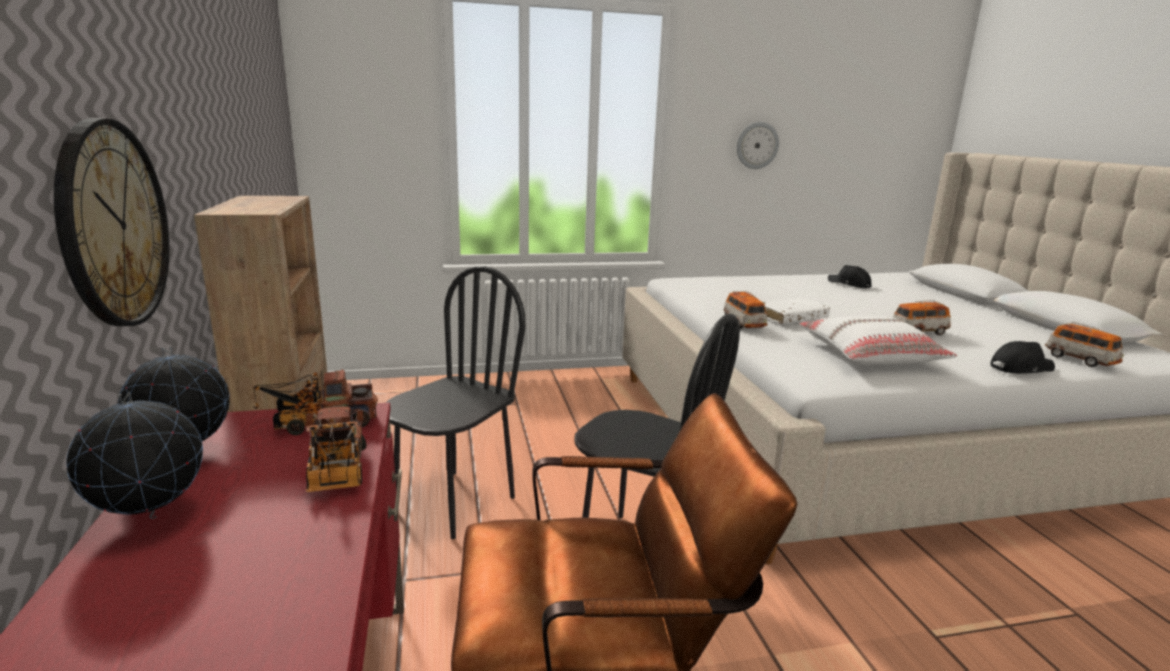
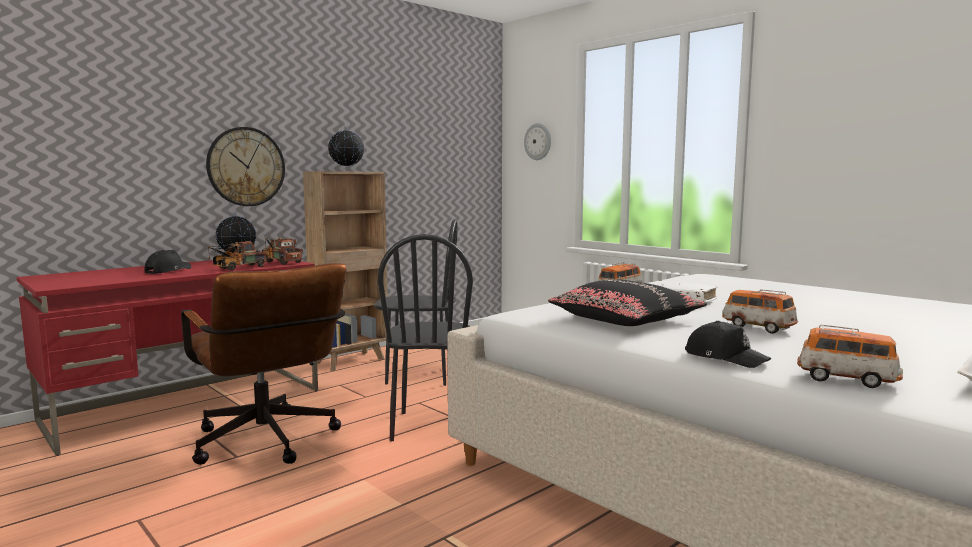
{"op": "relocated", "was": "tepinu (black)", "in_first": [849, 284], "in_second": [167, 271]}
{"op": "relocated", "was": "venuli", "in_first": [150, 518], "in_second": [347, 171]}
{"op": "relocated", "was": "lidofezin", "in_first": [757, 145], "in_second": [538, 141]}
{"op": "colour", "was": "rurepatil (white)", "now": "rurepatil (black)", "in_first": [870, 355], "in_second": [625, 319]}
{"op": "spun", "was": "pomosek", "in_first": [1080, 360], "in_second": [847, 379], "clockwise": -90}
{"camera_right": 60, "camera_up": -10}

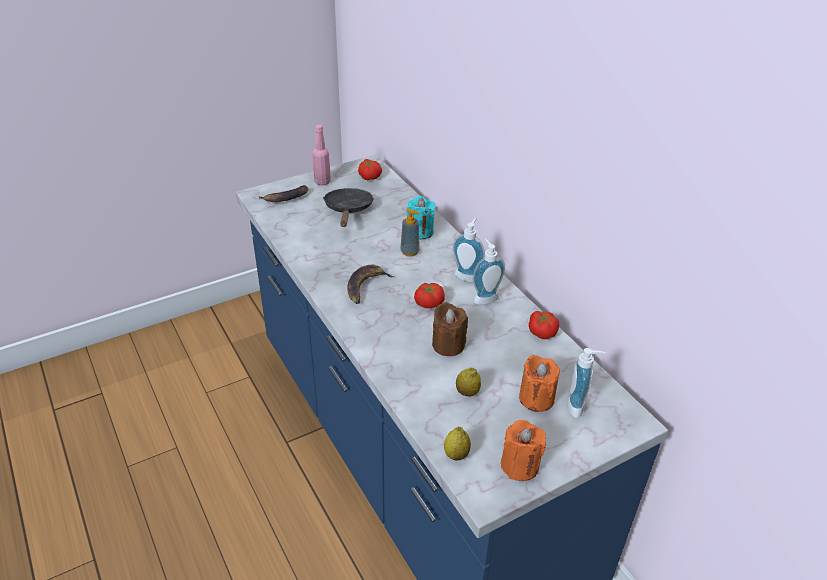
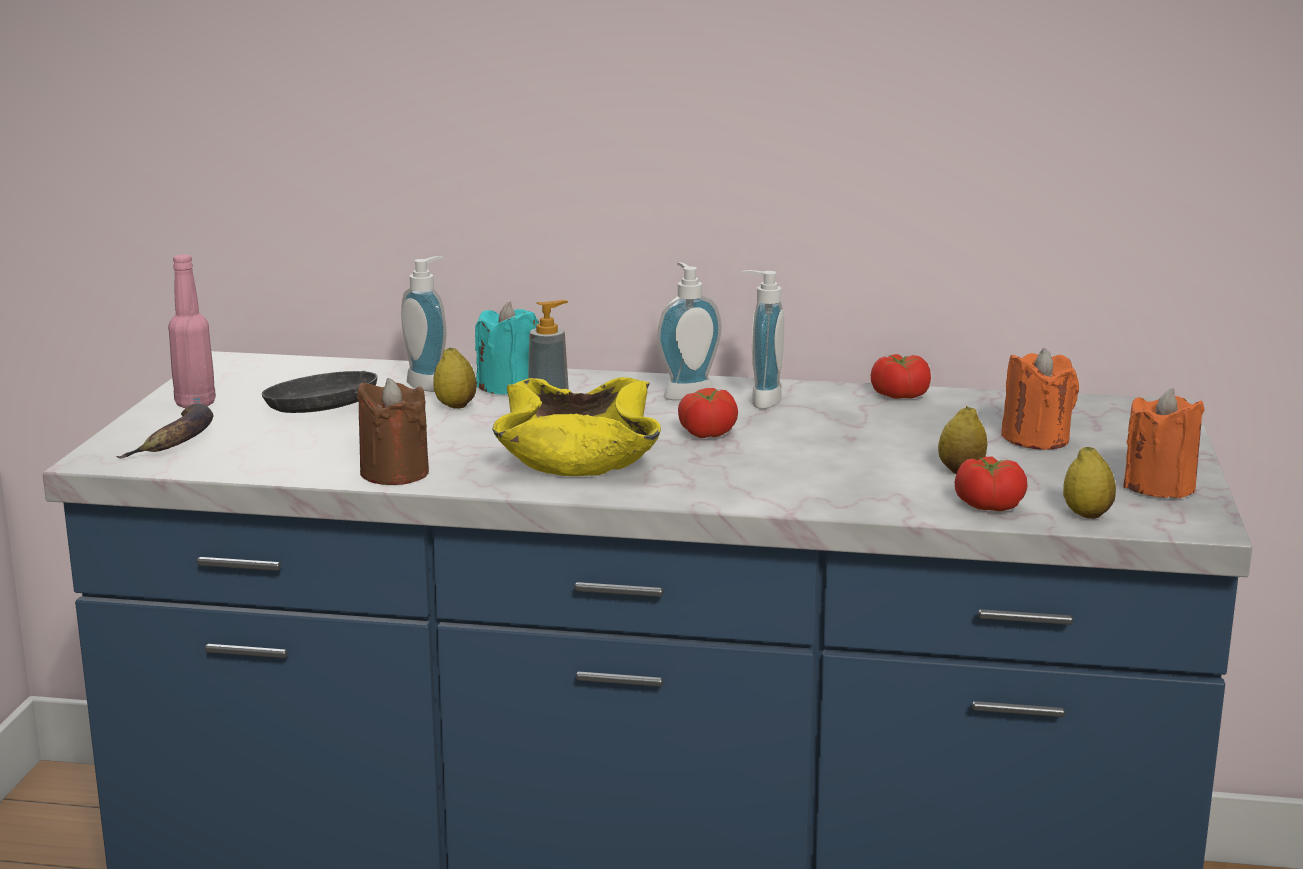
{"op": "relocated", "was": "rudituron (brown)", "in_first": [448, 345], "in_second": [394, 473]}
{"op": "relocated", "was": "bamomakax", "in_first": [579, 406], "in_second": [431, 384]}
{"op": "appeared", "now": "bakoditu", "in_second": [455, 406]}
{"op": "exchanged", "was": "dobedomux", "now": "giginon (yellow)", "in_first": [366, 286], "in_second": [580, 458]}
{"op": "relocated", "was": "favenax", "in_first": [370, 176], "in_second": [989, 505]}
{"camera_right": -50, "camera_up": -20}

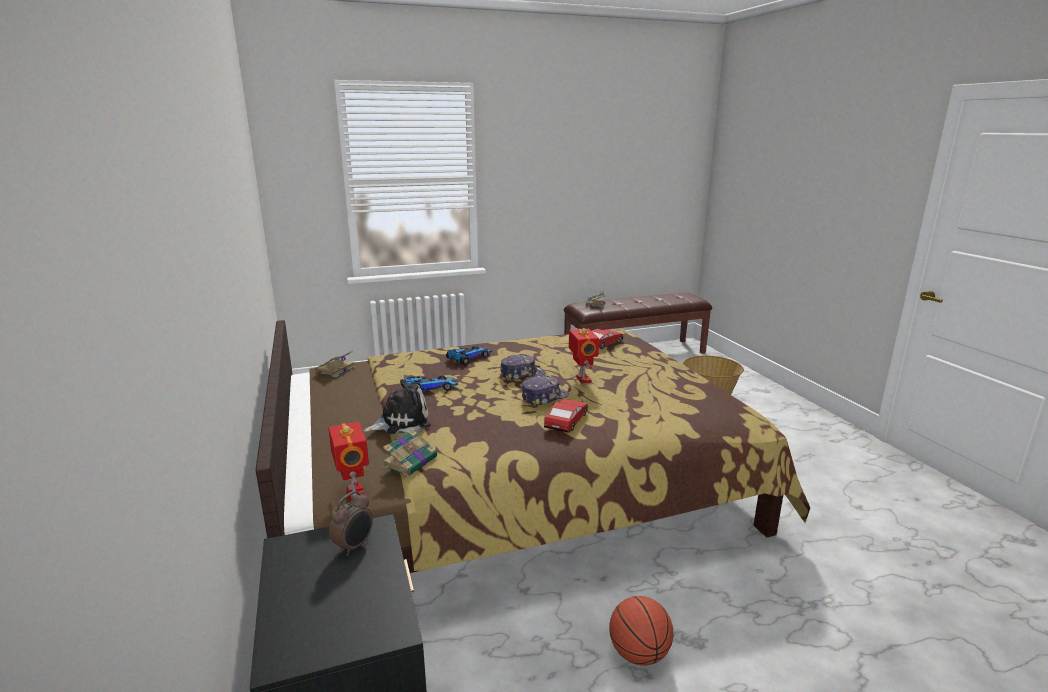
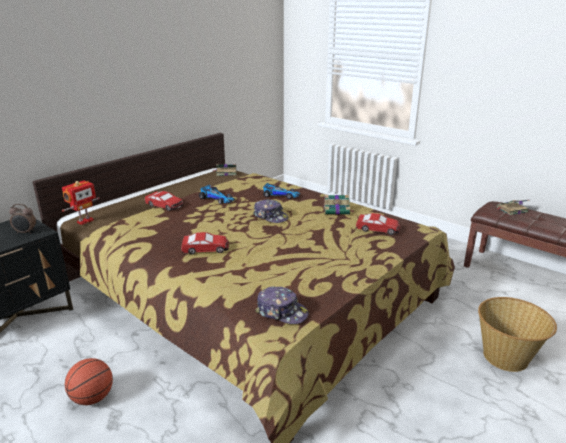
{"op": "exchanged", "was": "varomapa", "now": "pomosek", "in_first": [401, 422], "in_second": [164, 205]}
{"op": "relocated", "was": "tepinu", "in_first": [544, 397], "in_second": [282, 312]}
{"op": "relocated", "was": "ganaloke", "in_first": [411, 461], "in_second": [337, 210]}
{"op": "missing", "was": "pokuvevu", "in_first": [582, 379]}
{"camera_right": 60, "camera_up": 5}

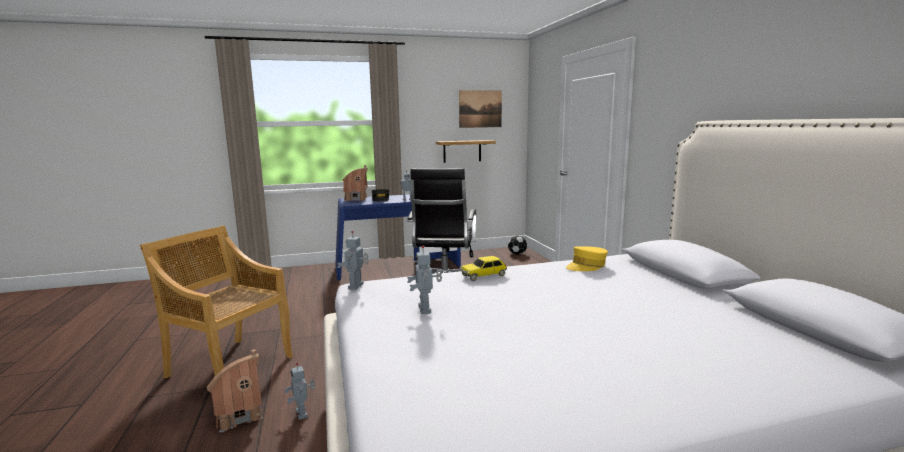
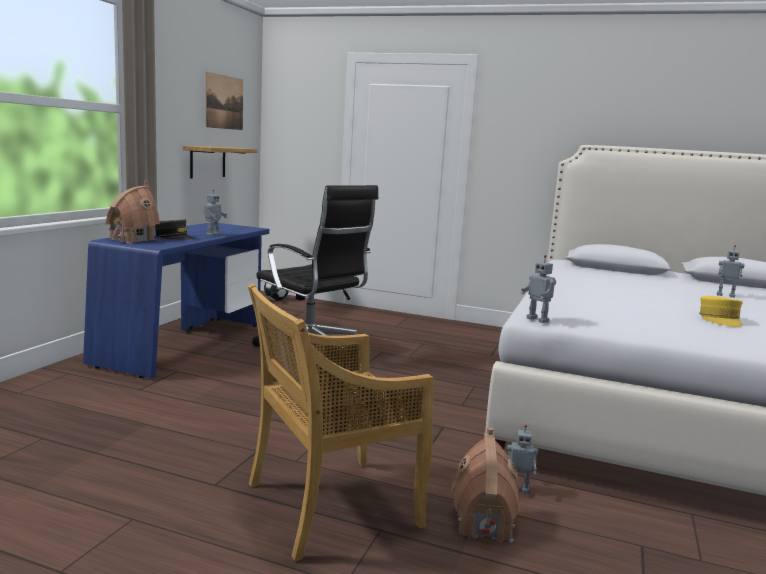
{"op": "relocated", "was": "tepinu (yellow)", "in_first": [586, 266], "in_second": [720, 319]}
{"op": "relocated", "was": "pokuvevu", "in_first": [426, 309], "in_second": [725, 295]}
{"op": "missing", "was": "pomosek", "in_first": [484, 275]}
{"camera_right": -55, "camera_up": 0}

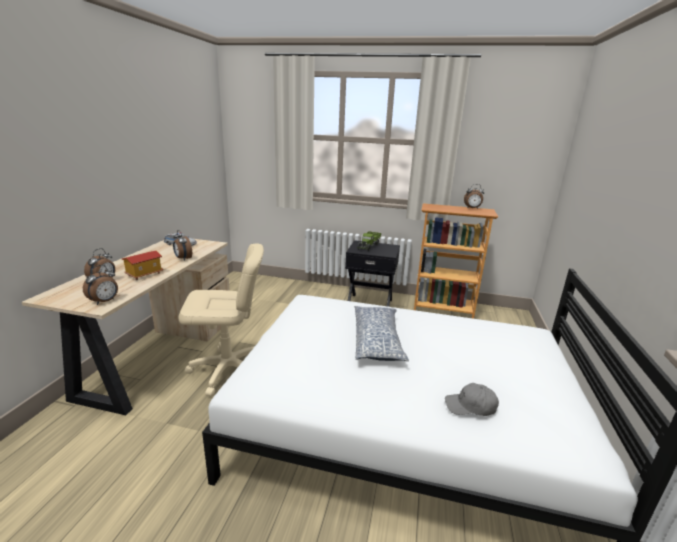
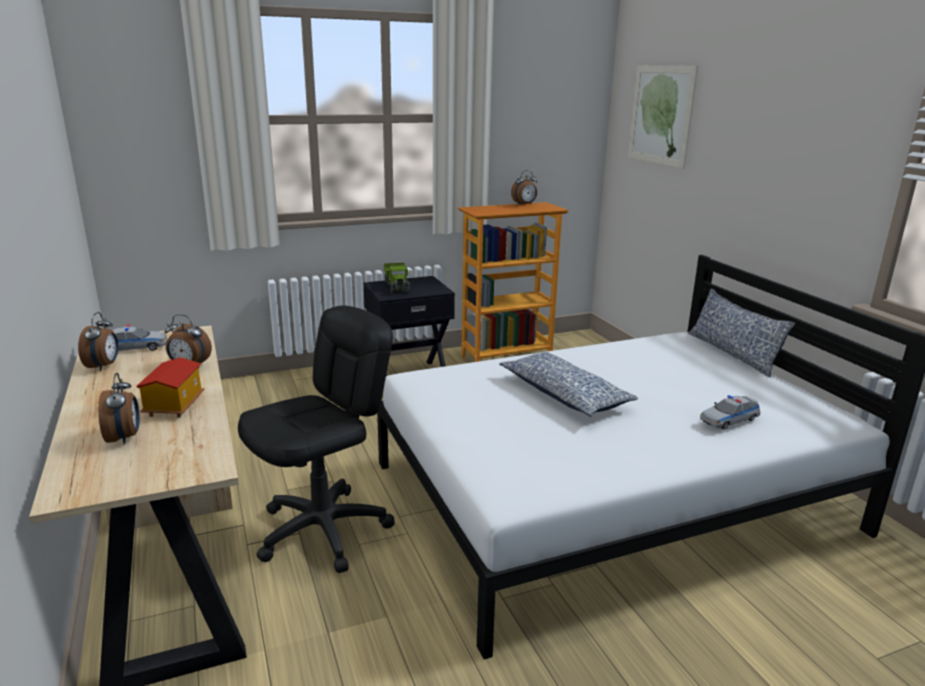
{"op": "relocated", "was": "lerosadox", "in_first": [105, 301], "in_second": [104, 366]}
{"op": "colour", "was": "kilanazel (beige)", "now": "kilanazel (black)", "in_first": [228, 370], "in_second": [323, 530]}
{"op": "appeared", "now": "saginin", "in_second": [661, 115]}
{"op": "appeared", "now": "rurepatil", "in_second": [732, 353]}
{"op": "exchanged", "was": "tepinu (grey)", "now": "pomosek", "in_first": [470, 406], "in_second": [729, 420]}
{"camera_right": -35, "camera_up": 0}

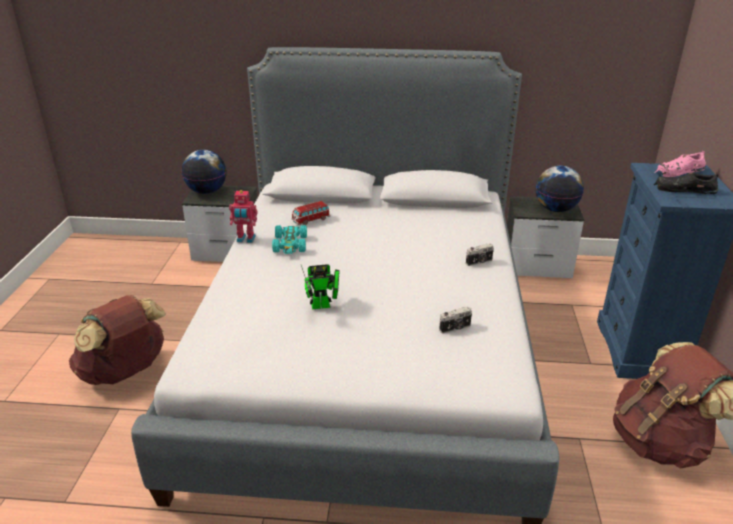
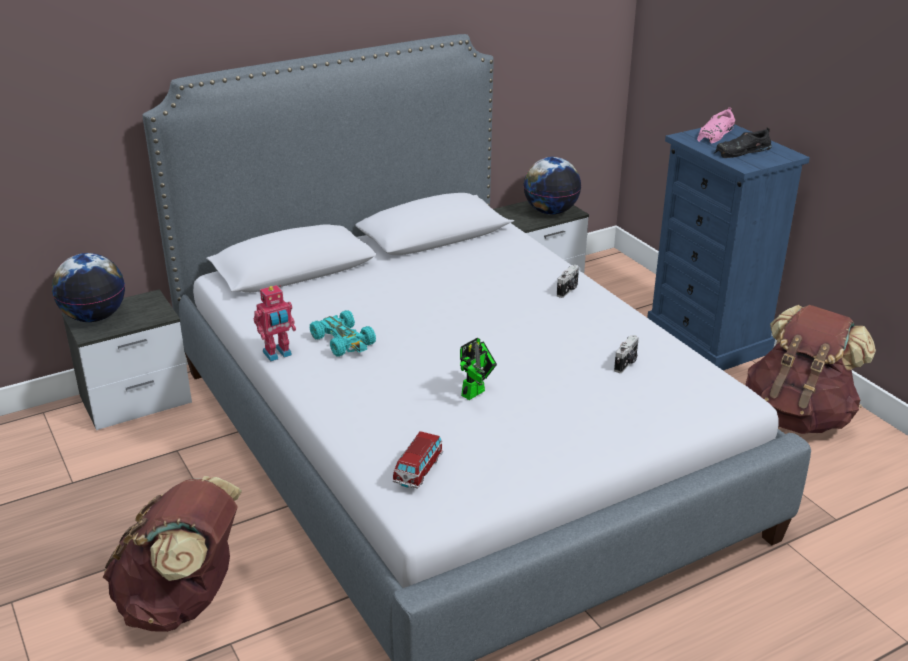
{"op": "relocated", "was": "pomosek", "in_first": [311, 220], "in_second": [418, 470]}
{"camera_right": -35, "camera_up": 0}

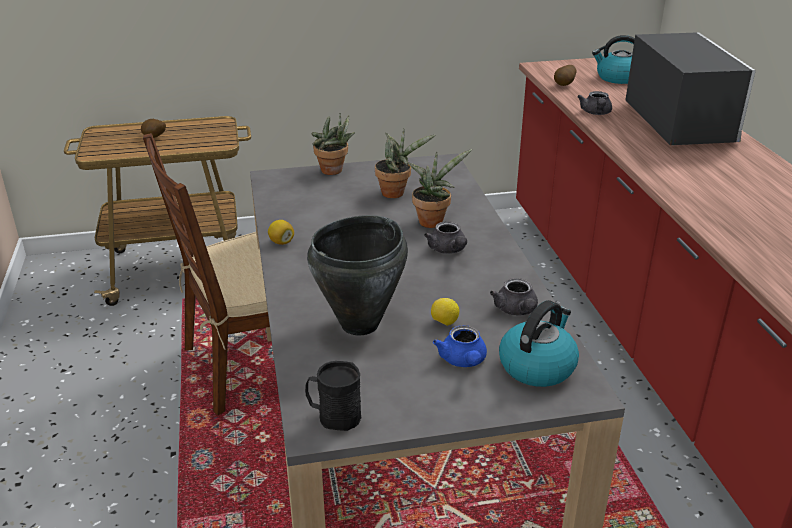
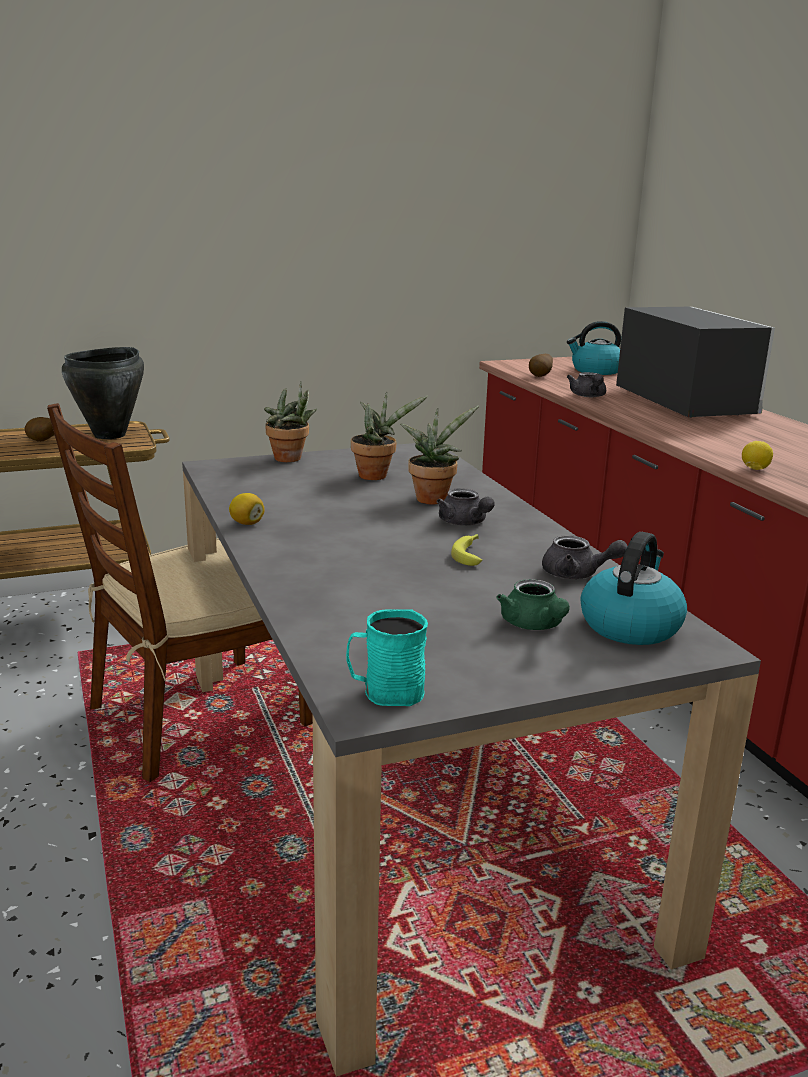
{"op": "relocated", "was": "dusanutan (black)", "in_first": [361, 324], "in_second": [110, 435]}
{"op": "colour", "was": "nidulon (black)", "now": "nidulon (turquoise)", "in_first": [334, 416], "in_second": [385, 691]}
{"op": "appeared", "now": "dobedomux", "in_second": [470, 554]}
{"op": "colour", "was": "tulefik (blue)", "now": "tulefik (green)", "in_first": [463, 361], "in_second": [534, 625]}
{"op": "spun", "was": "tulefik (grey)", "in_first": [517, 311], "in_second": [577, 574], "clockwise": -45}
{"op": "relocated", "was": "bakoditu", "in_first": [444, 323], "in_second": [754, 469]}
{"camera_right": -10, "camera_up": -10}

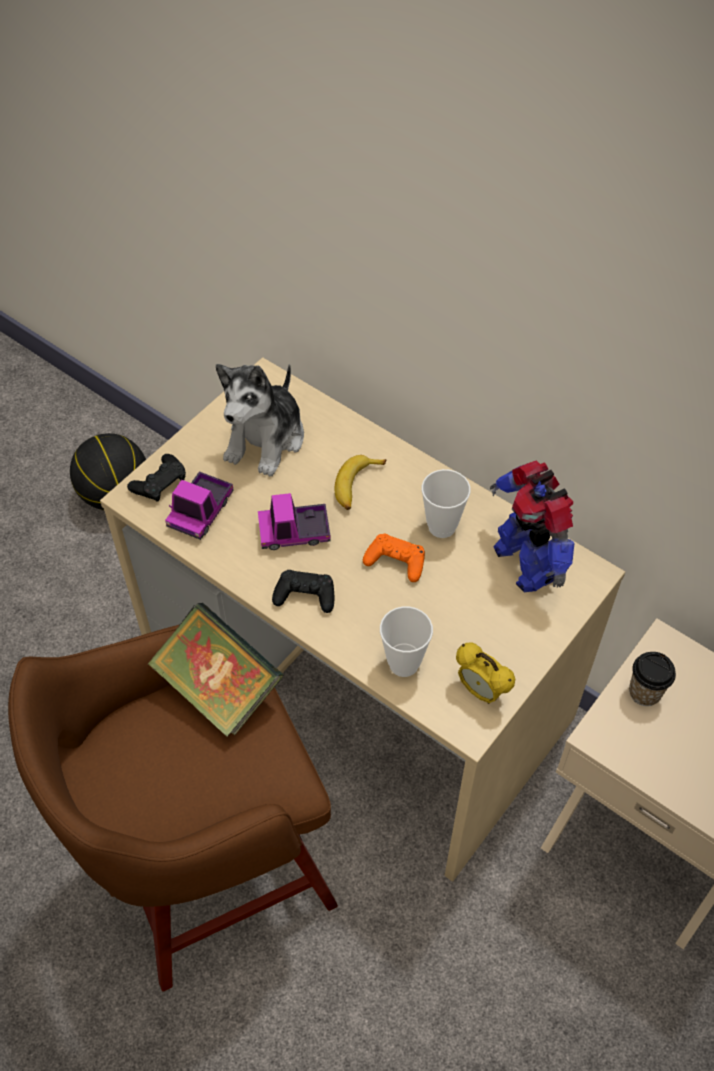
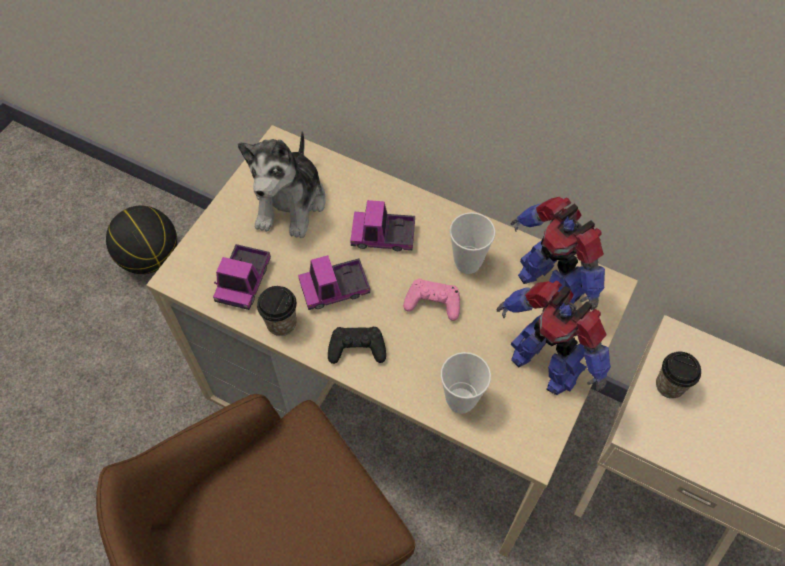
{"op": "appeared", "now": "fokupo", "in_second": [281, 323]}
{"op": "exchanged", "was": "dobedomux", "now": "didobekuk", "in_first": [357, 486], "in_second": [383, 236]}
{"op": "colour", "was": "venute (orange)", "now": "venute (pink)", "in_first": [395, 561], "in_second": [433, 302]}
{"op": "appeared", "now": "pokuvevu", "in_second": [545, 363]}
{"op": "missing", "was": "venute (black)", "in_first": [159, 482]}
{"op": "missing", "was": "ganaloke", "in_first": [219, 688]}
{"op": "missing", "was": "lerosadox", "in_first": [481, 691]}
{"camera_right": -10, "camera_up": 5}

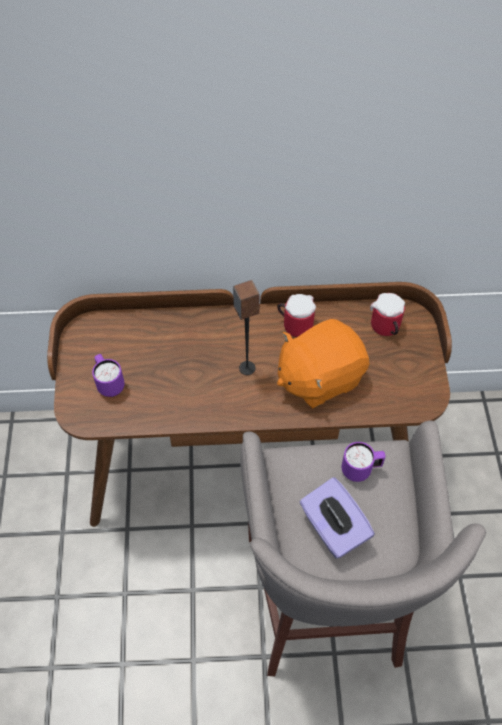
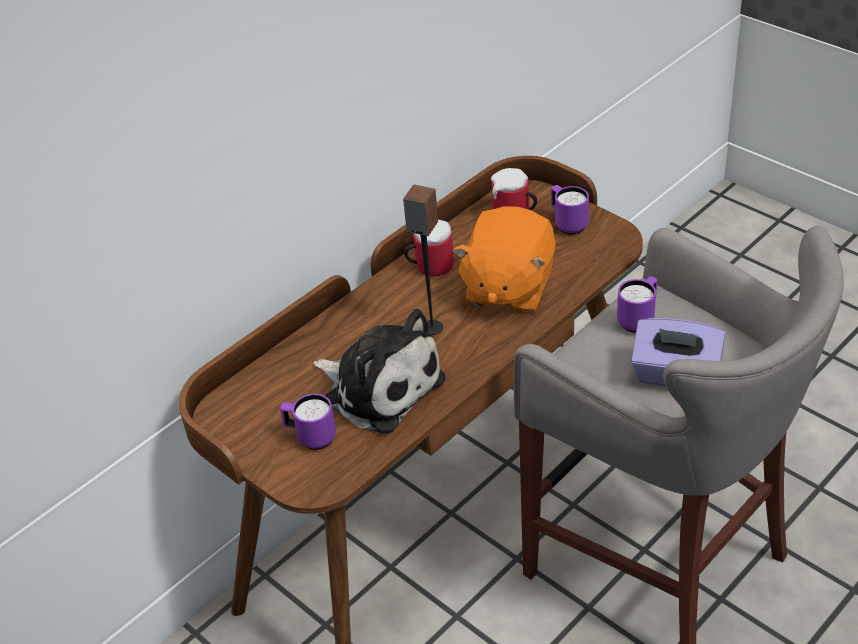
{"op": "appeared", "now": "varomapa", "in_second": [380, 387]}
{"op": "appeared", "now": "nidulon (purple)", "in_second": [567, 224]}
{"camera_right": -40, "camera_up": -15}

